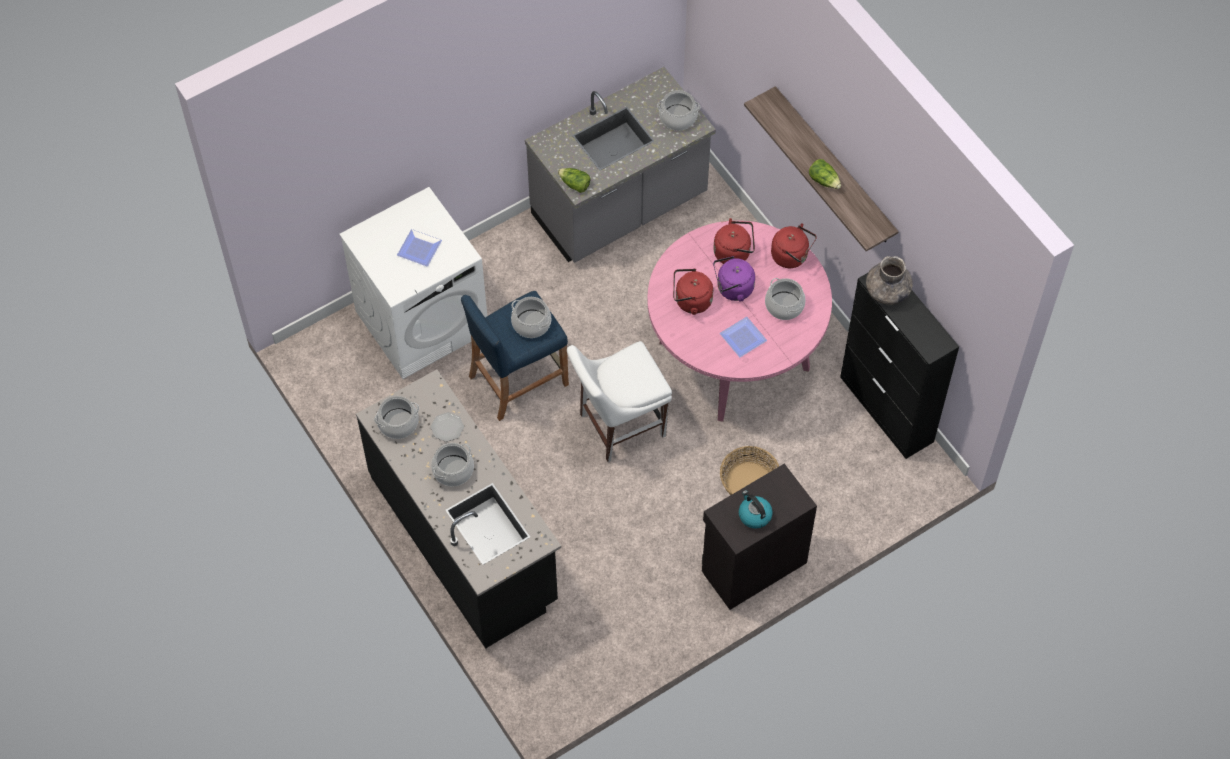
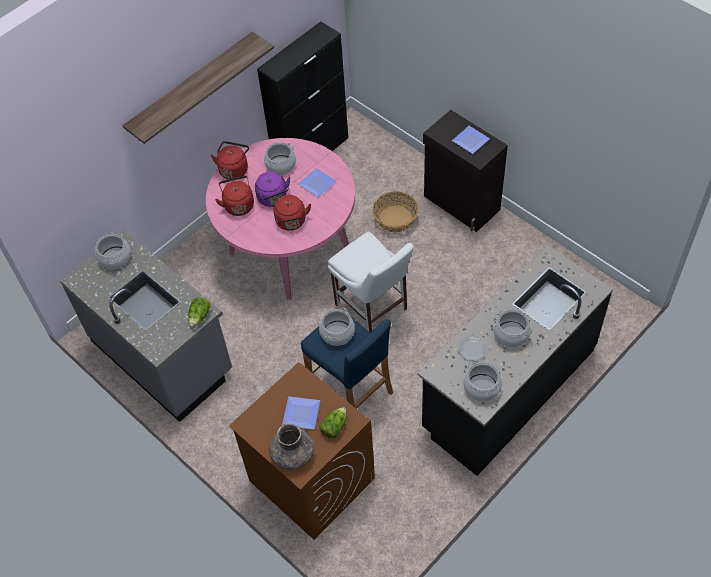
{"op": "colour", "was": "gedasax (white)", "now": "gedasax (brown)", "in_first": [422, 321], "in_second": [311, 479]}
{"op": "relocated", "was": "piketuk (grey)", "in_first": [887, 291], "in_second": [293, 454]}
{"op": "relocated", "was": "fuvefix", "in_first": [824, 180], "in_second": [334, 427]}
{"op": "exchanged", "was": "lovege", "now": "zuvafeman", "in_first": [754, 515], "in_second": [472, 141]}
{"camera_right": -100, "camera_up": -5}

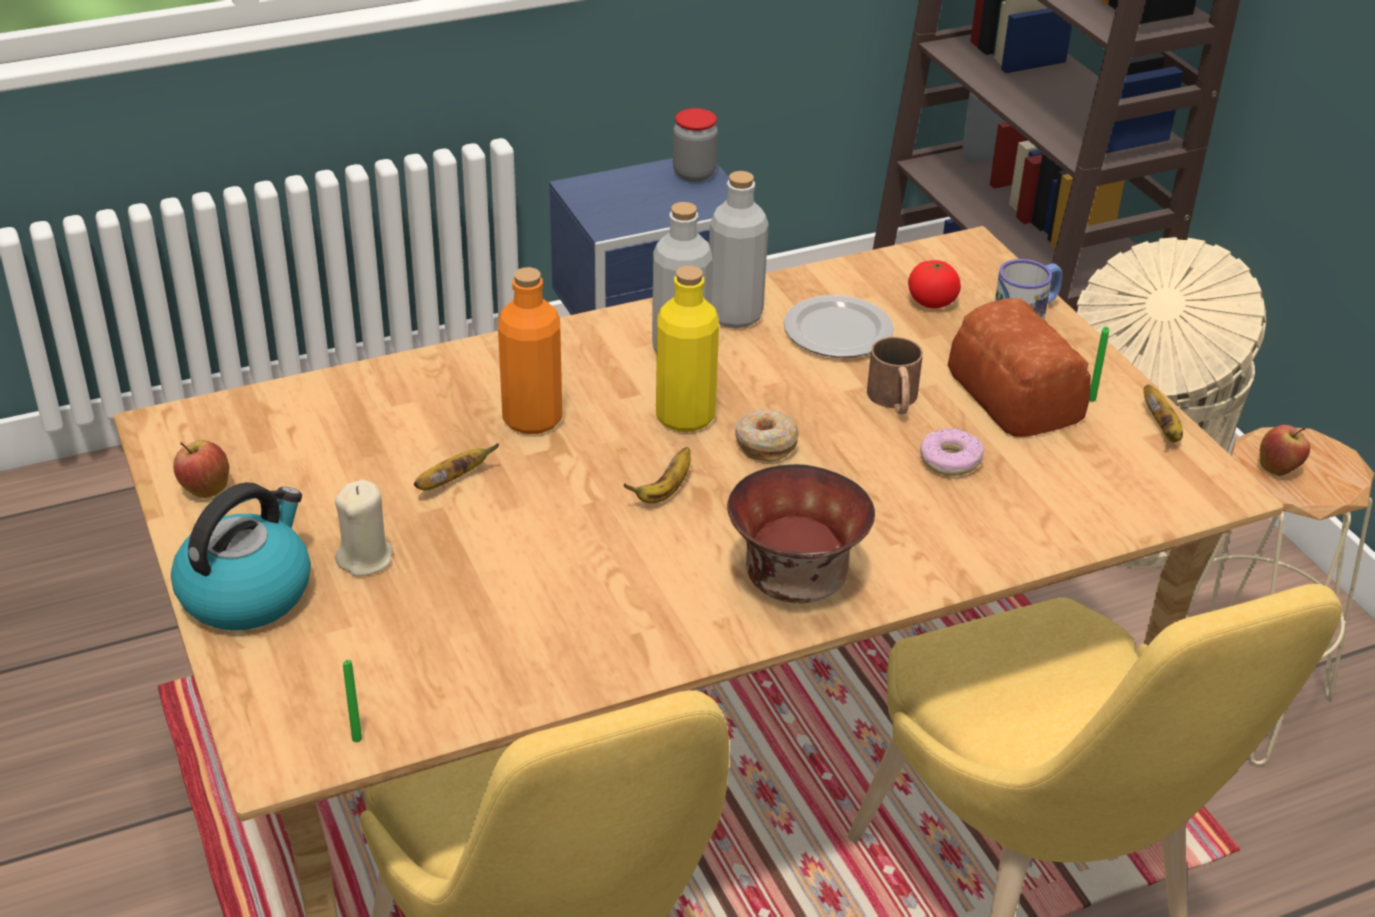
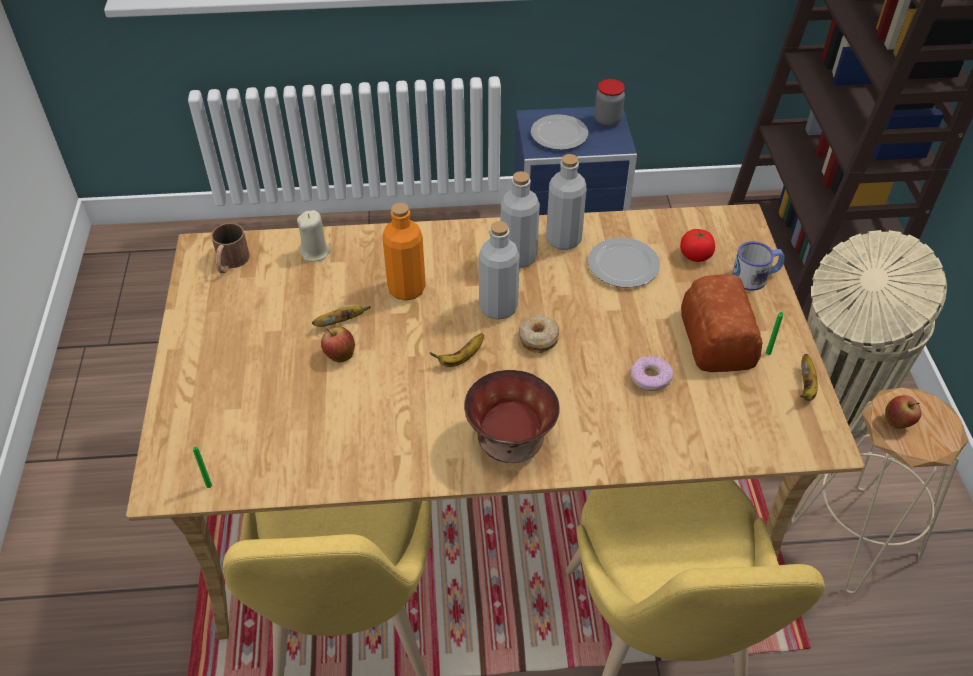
{"op": "relocated", "was": "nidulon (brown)", "in_first": [895, 401], "in_second": [230, 262]}
{"op": "relocated", "was": "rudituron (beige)", "in_first": [365, 558], "in_second": [315, 252]}
{"op": "relocated", "was": "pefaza", "in_first": [205, 490], "in_second": [339, 355]}
{"op": "colour", "was": "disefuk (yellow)", "now": "disefuk (grey)", "in_first": [685, 417], "in_second": [498, 307]}
{"op": "appeared", "now": "zuvafeman", "in_second": [560, 134]}
{"op": "missing", "was": "lovege", "in_first": [247, 592]}
{"camera_right": 20, "camera_up": 10}

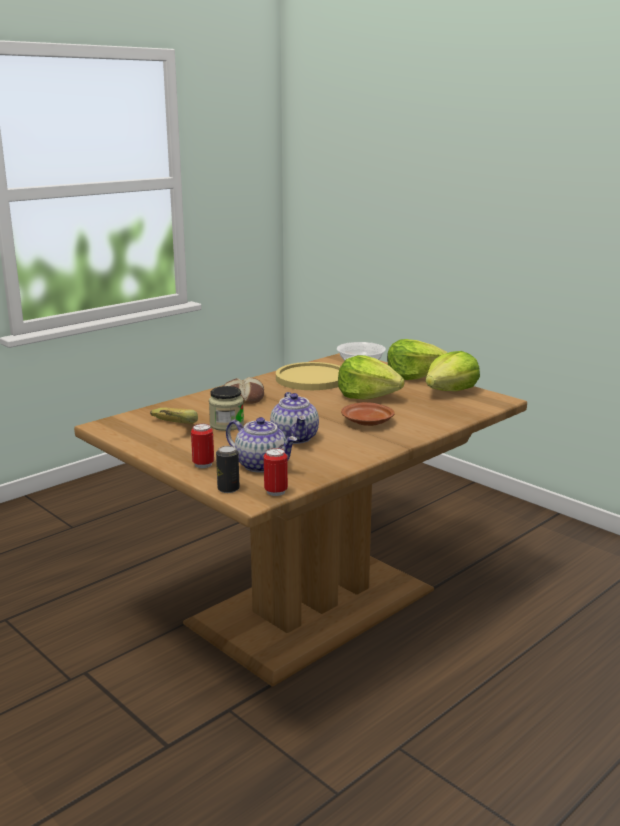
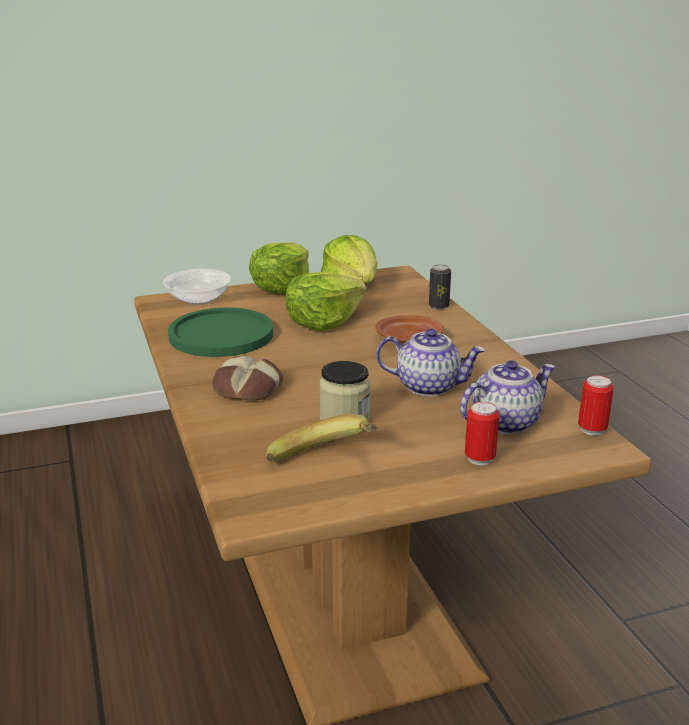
{"op": "colour", "was": "zuvafeman (yellow)", "now": "zuvafeman (green)", "in_first": [312, 378], "in_second": [221, 335]}
{"op": "relocated", "was": "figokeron", "in_first": [228, 489], "in_second": [439, 306]}
{"camera_right": -65, "camera_up": 5}

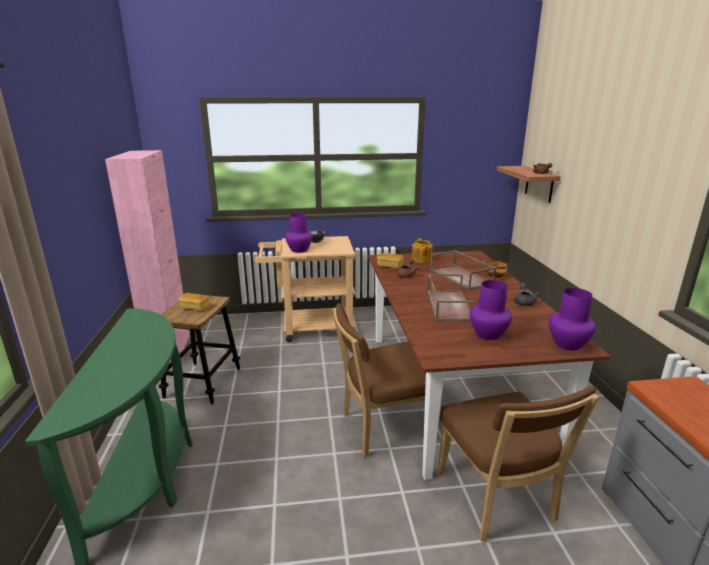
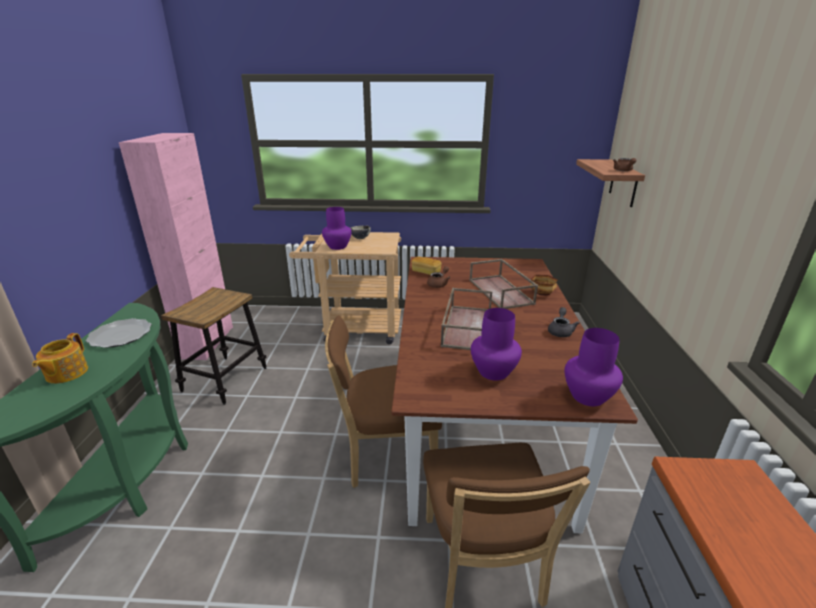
{"op": "relocated", "was": "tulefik", "in_first": [421, 259], "in_second": [66, 373]}
{"op": "appeared", "now": "zuvafeman", "in_second": [120, 335]}
{"op": "missing", "was": "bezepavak", "in_first": [195, 307]}
{"camera_right": 10, "camera_up": 5}

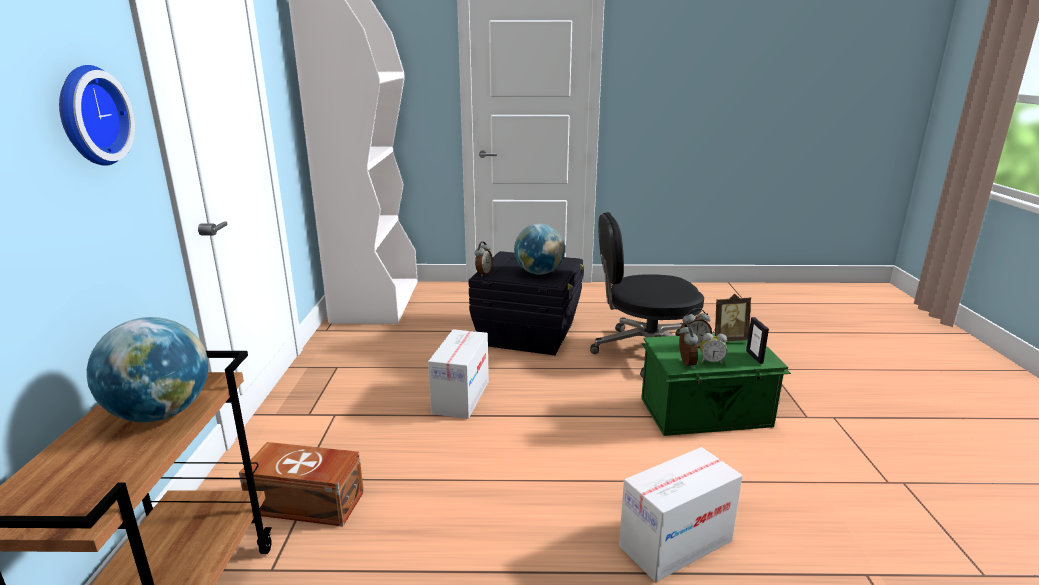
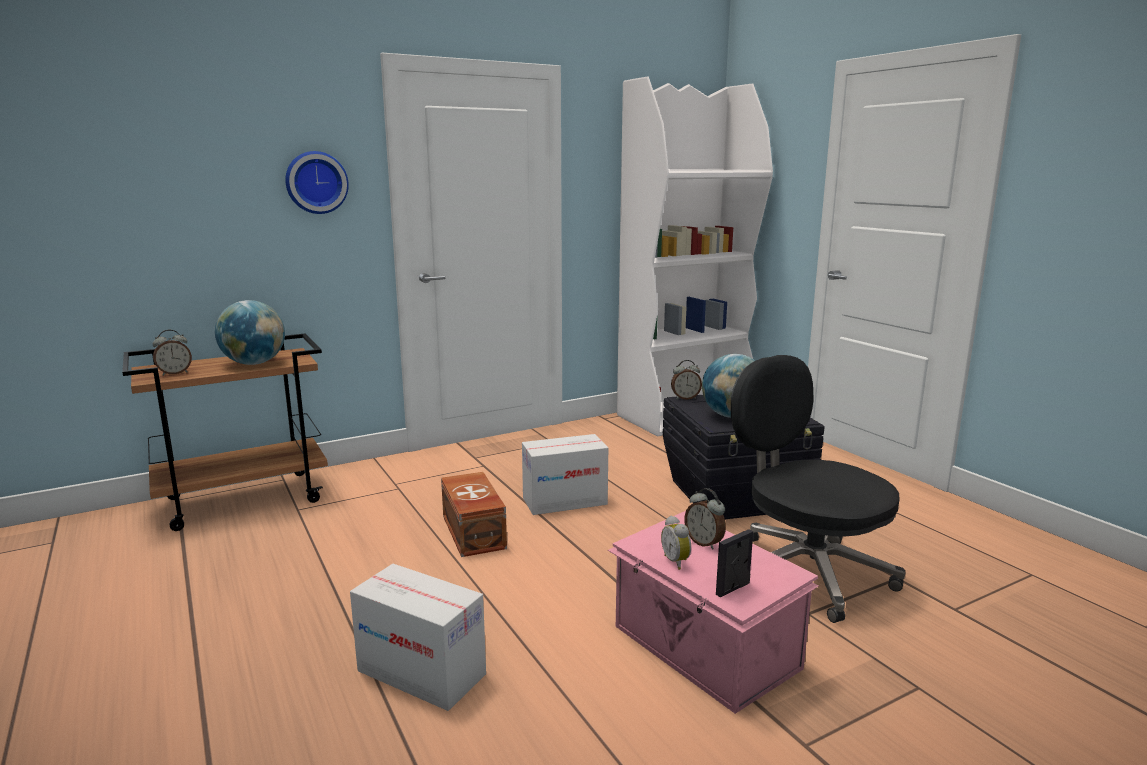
{"op": "relocated", "was": "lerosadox", "in_first": [685, 364], "in_second": [175, 373]}
{"op": "relocated", "was": "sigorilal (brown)", "in_first": [307, 504], "in_second": [472, 533]}
{"op": "colour", "was": "sigorilal (green)", "now": "sigorilal (pink)", "in_first": [706, 413], "in_second": [704, 648]}
{"op": "missing", "was": "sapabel", "in_first": [727, 339]}
{"camera_right": 60, "camera_up": -5}

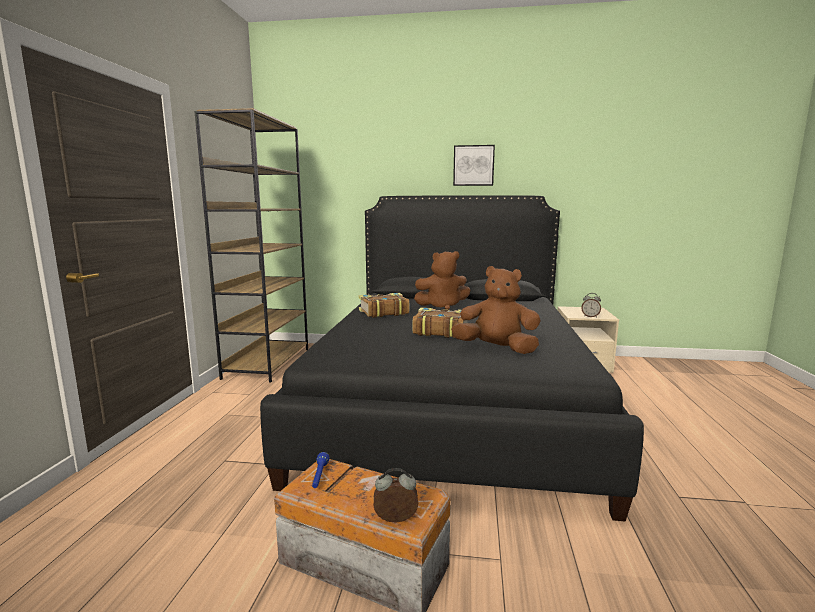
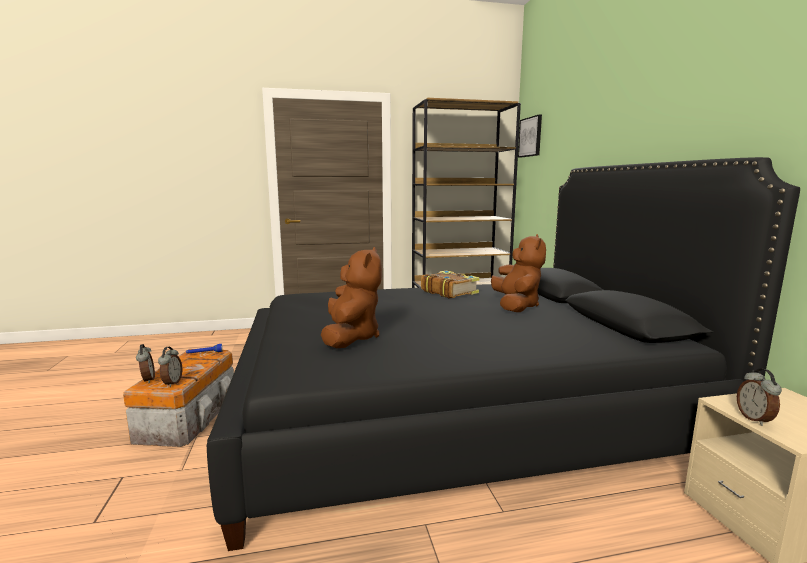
{"op": "appeared", "now": "lerosadox", "in_second": [172, 383]}
{"op": "spun", "was": "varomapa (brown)", "in_first": [442, 306], "in_second": [516, 306], "clockwise": -150}
{"op": "relocated", "was": "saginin", "in_first": [473, 165], "in_second": [530, 137]}
{"op": "missing", "was": "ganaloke", "in_first": [440, 331]}
{"camera_right": 70, "camera_up": 0}

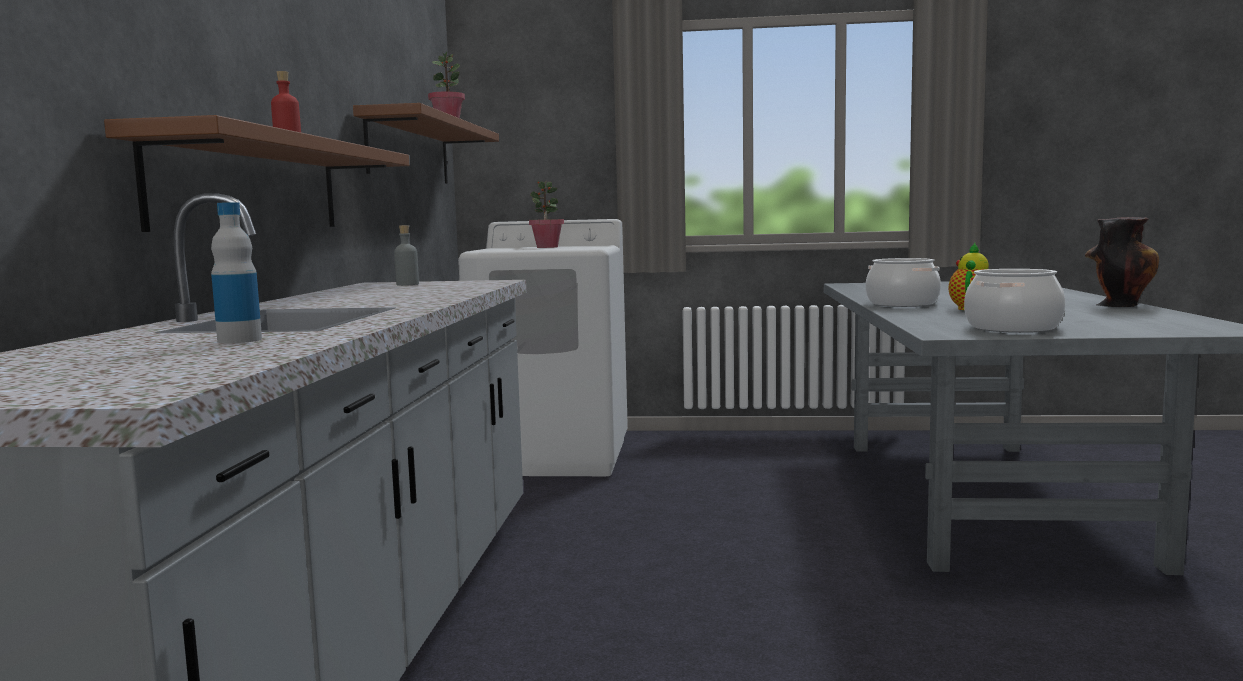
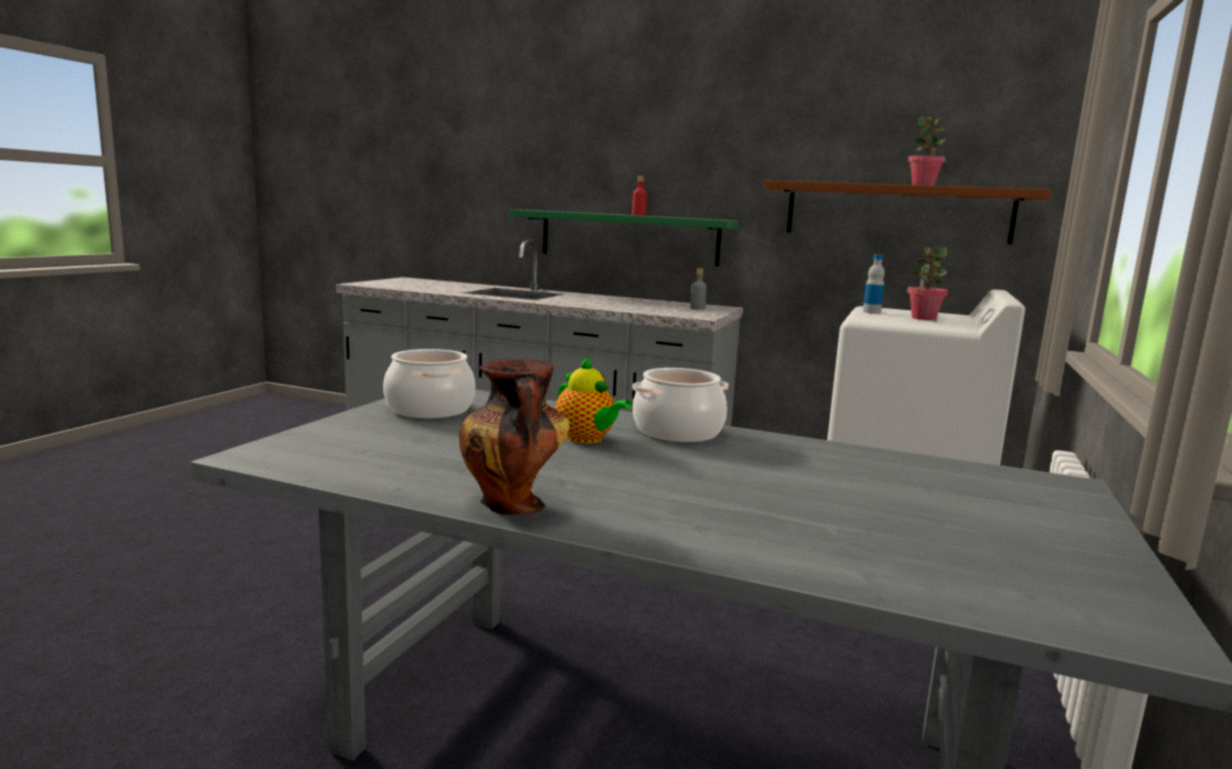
{"op": "colour", "was": "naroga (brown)", "now": "naroga (green)", "in_first": [252, 186], "in_second": [628, 237]}
{"op": "relocated", "was": "disefuk", "in_first": [239, 340], "in_second": [871, 312]}
{"camera_right": 105, "camera_up": 5}

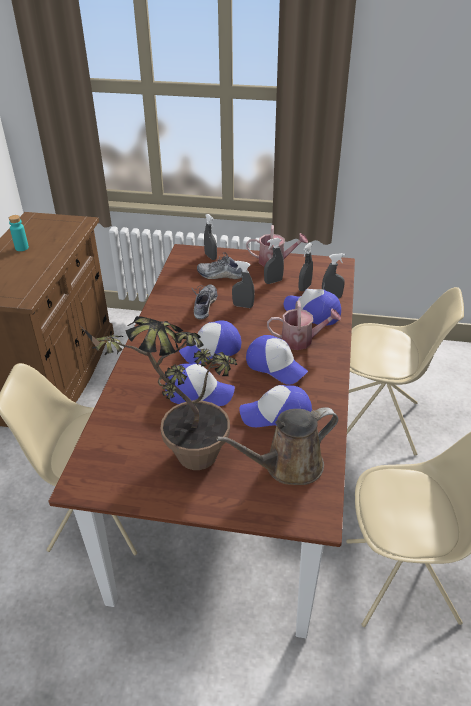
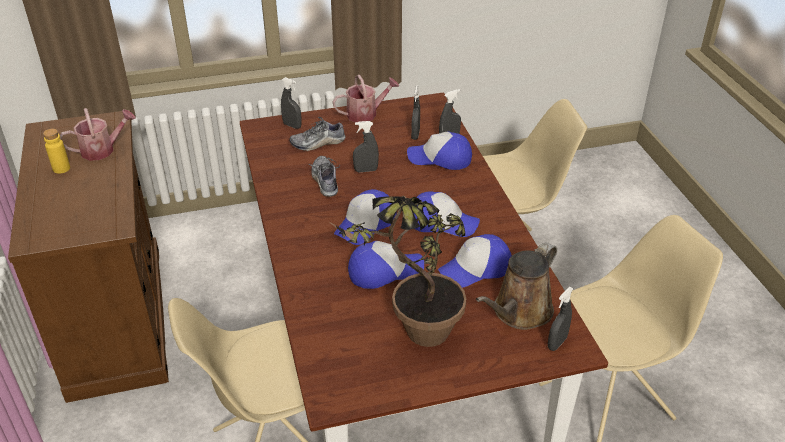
{"op": "colour", "was": "disefuk (turquoise)", "now": "disefuk (yellow)", "in_first": [22, 248], "in_second": [61, 168]}
{"op": "relocated", "was": "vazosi", "in_first": [301, 340], "in_second": [102, 150]}
{"op": "relocated", "was": "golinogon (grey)", "in_first": [273, 281], "in_second": [557, 343]}
{"camera_right": -25, "camera_up": 0}

